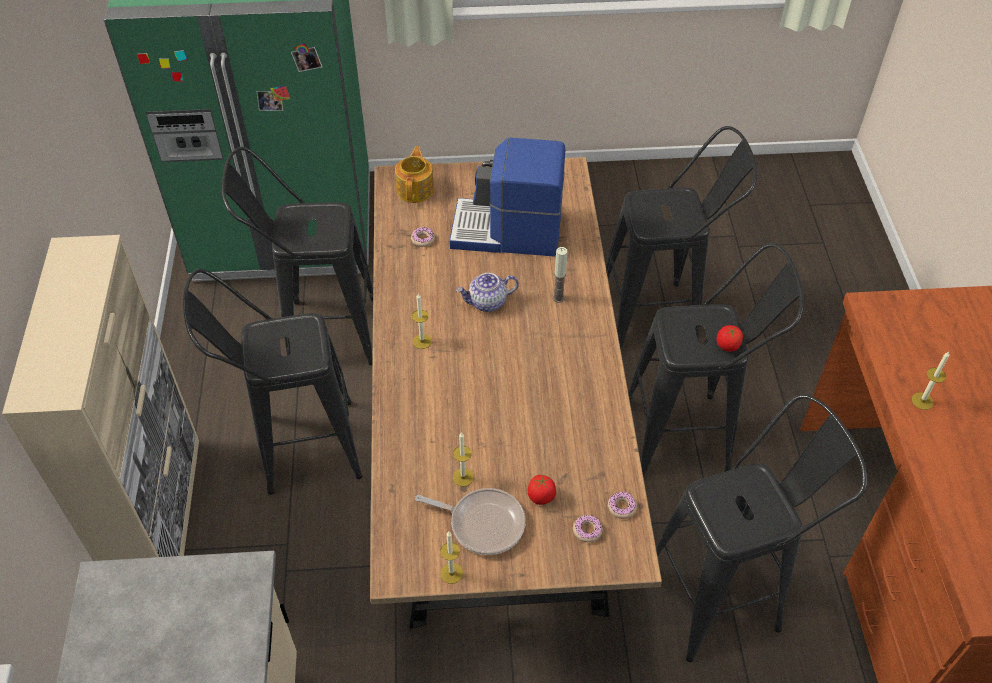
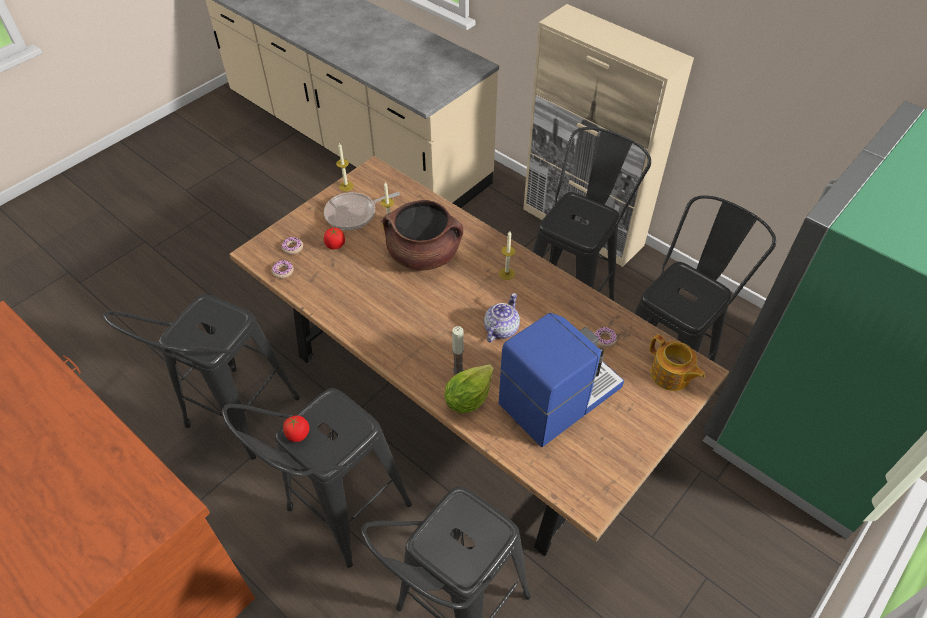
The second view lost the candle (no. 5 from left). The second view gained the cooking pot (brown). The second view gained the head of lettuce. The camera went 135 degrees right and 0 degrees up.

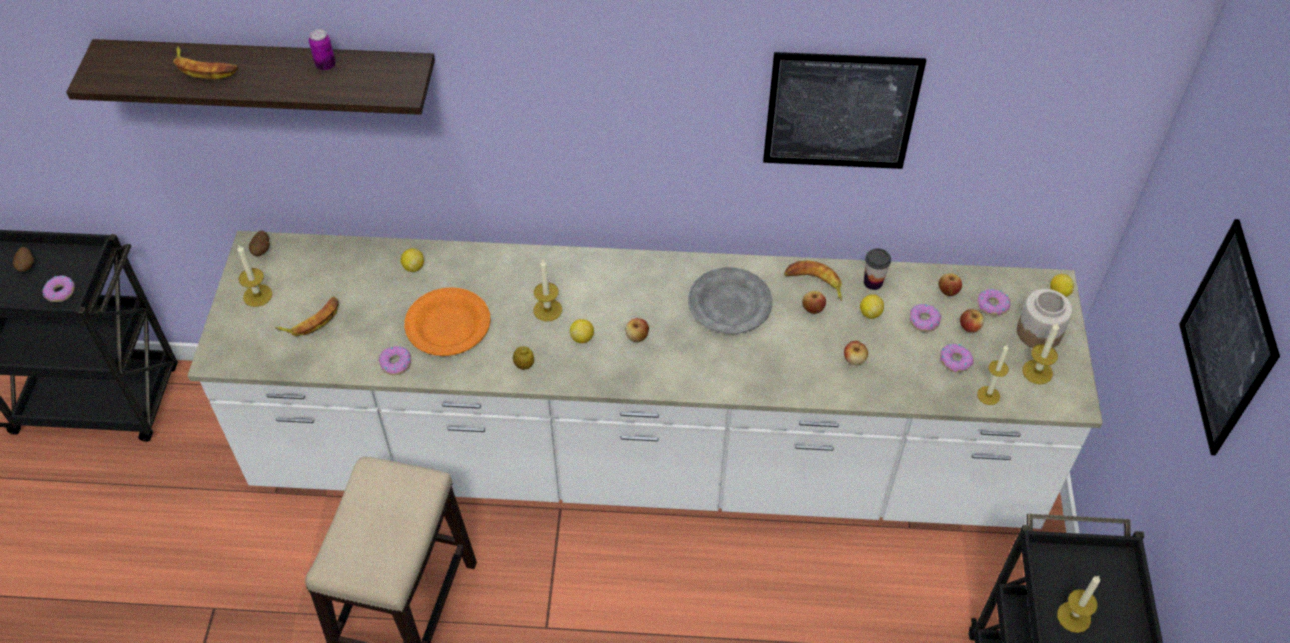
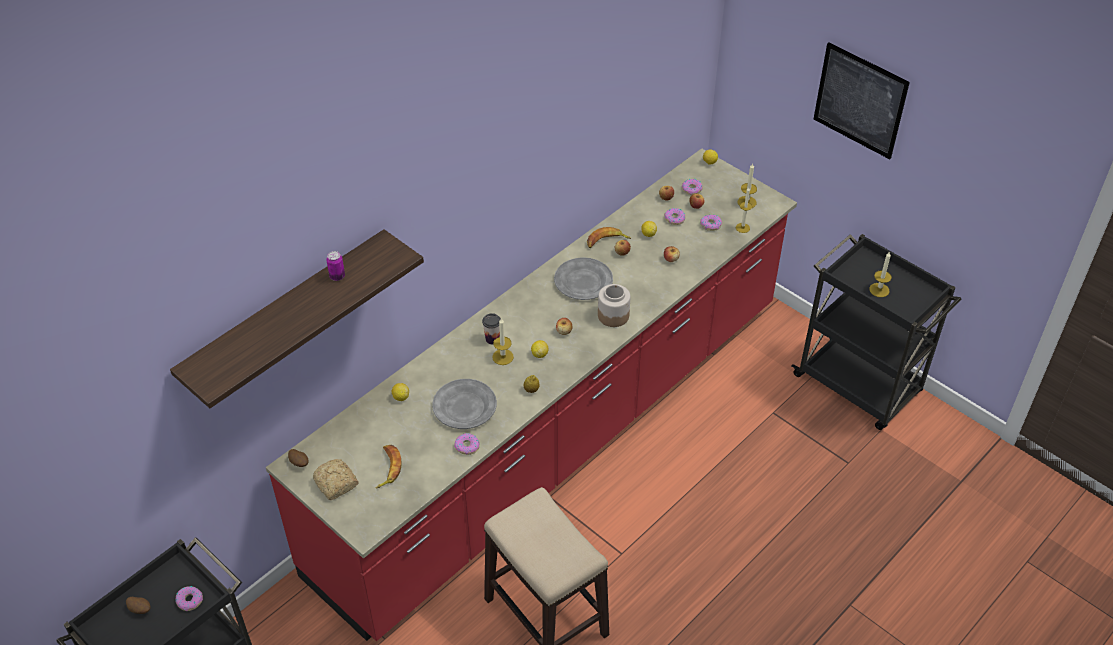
The second view lost the banana fruit (no. 1 from left). The second view lost the wall art (no. 1 from left). What was the counter (white-coloured) turned into the counter (red-coloured). Where the candle (no. 1 from left) stood, the baked bread came to stand. The cup ended up elsewhere. What was the plate (orange) turned into the plate (grey) (no. 1 from left). The preserve jar ended up elsewhere. The camera went 50 degrees left and 5 degrees down.

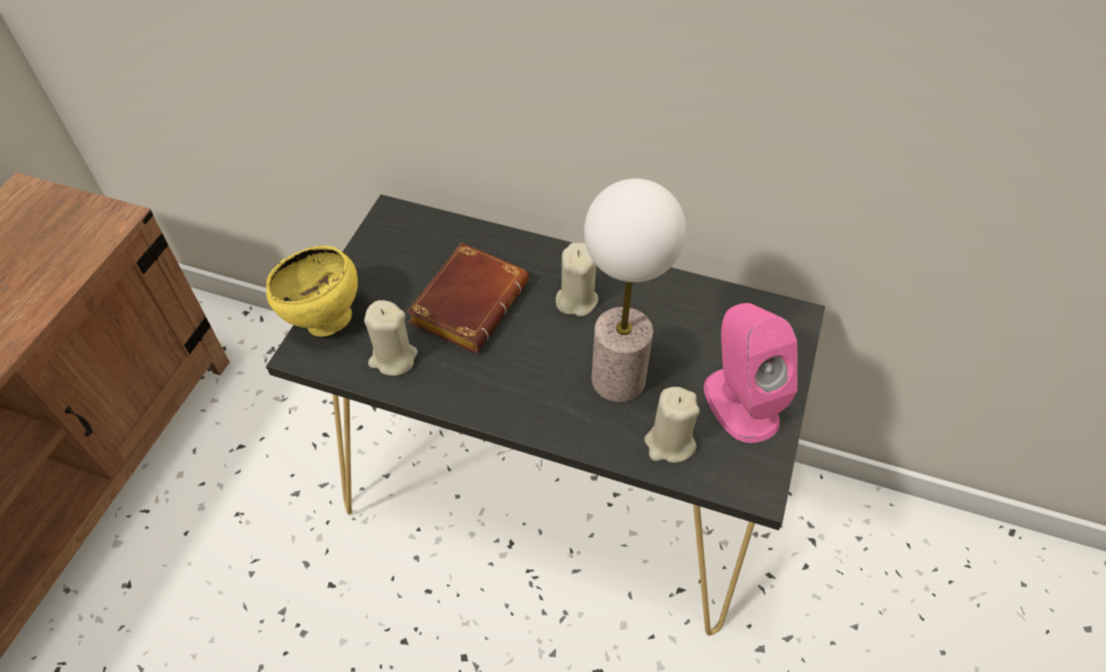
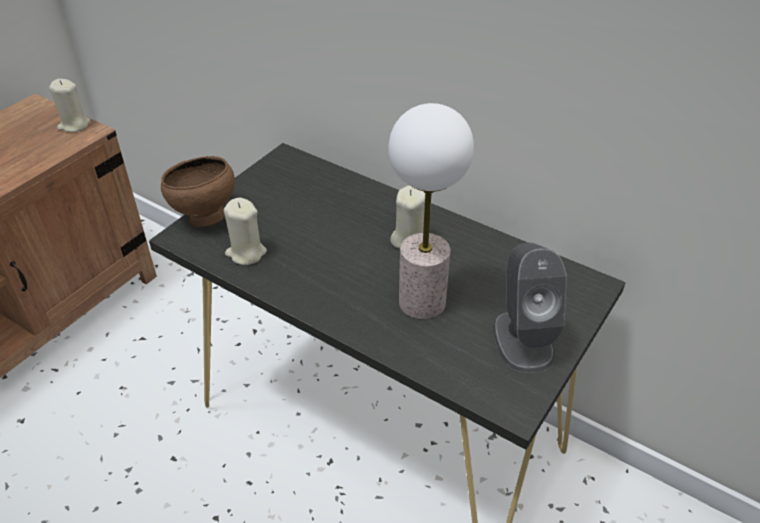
The second view lost the volume (brown). What was the deep dish (yellow-coloured) turned into the deep dish (brown). What was the speaker (pink) turned into the speaker (grey). The candle (beige-coloured) (no. 3 from left in the first image) ended up elsewhere. The camera went 15 degrees right and 10 degrees down.

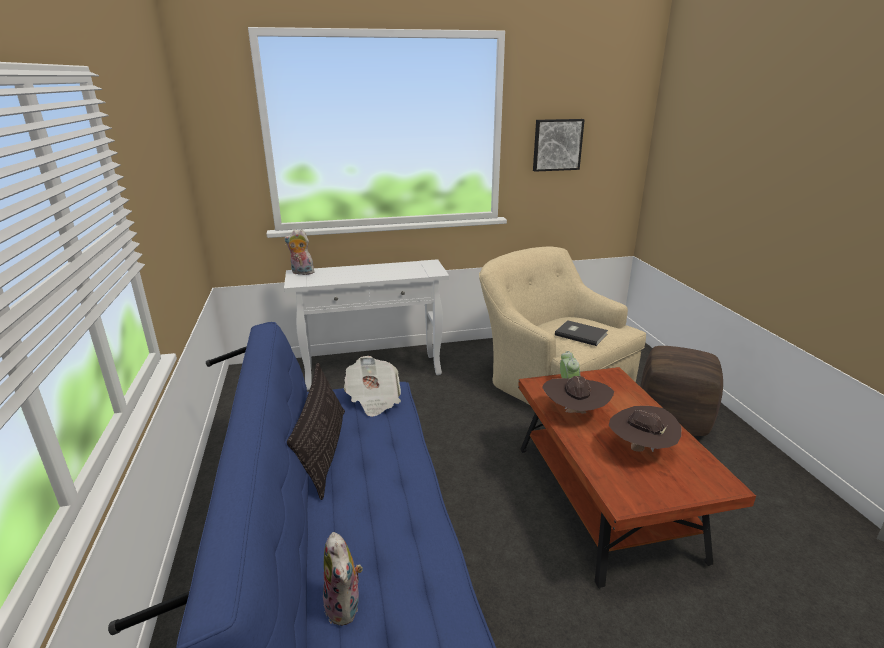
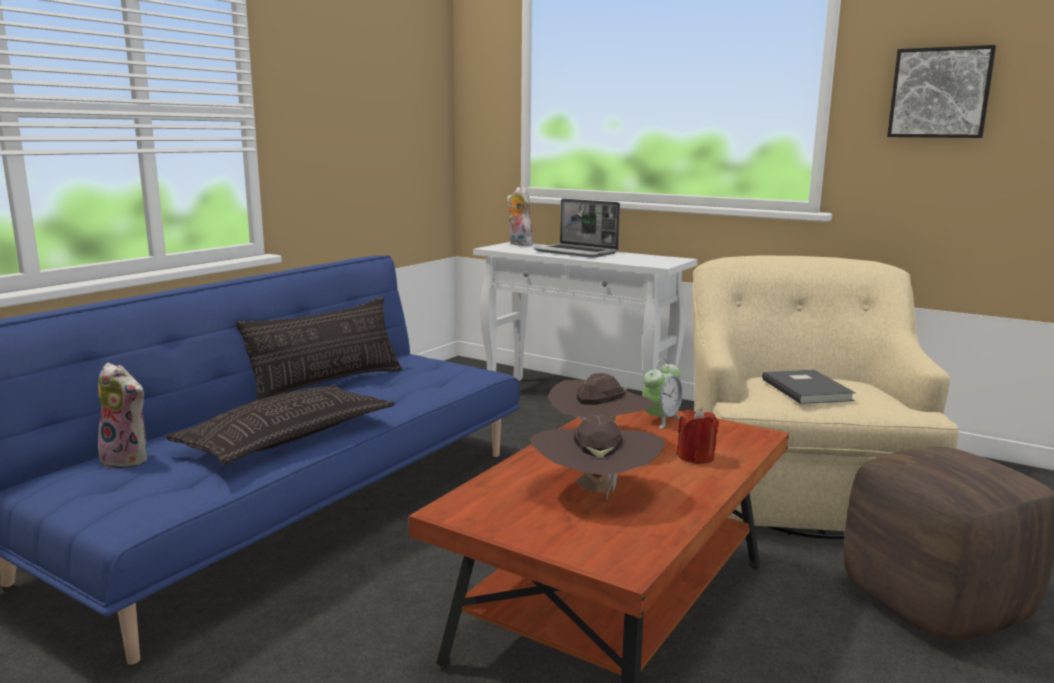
The second view lost the daily paper. The soft toy (no. 2 from left in the first image) ended up facing another way, 90 degrees counterclockwise from before. The second view gained the laptop. The second view gained the pillow (no. 1 from left). The second view gained the candle (red-coloured). The camera went 45 degrees right and 10 degrees down.

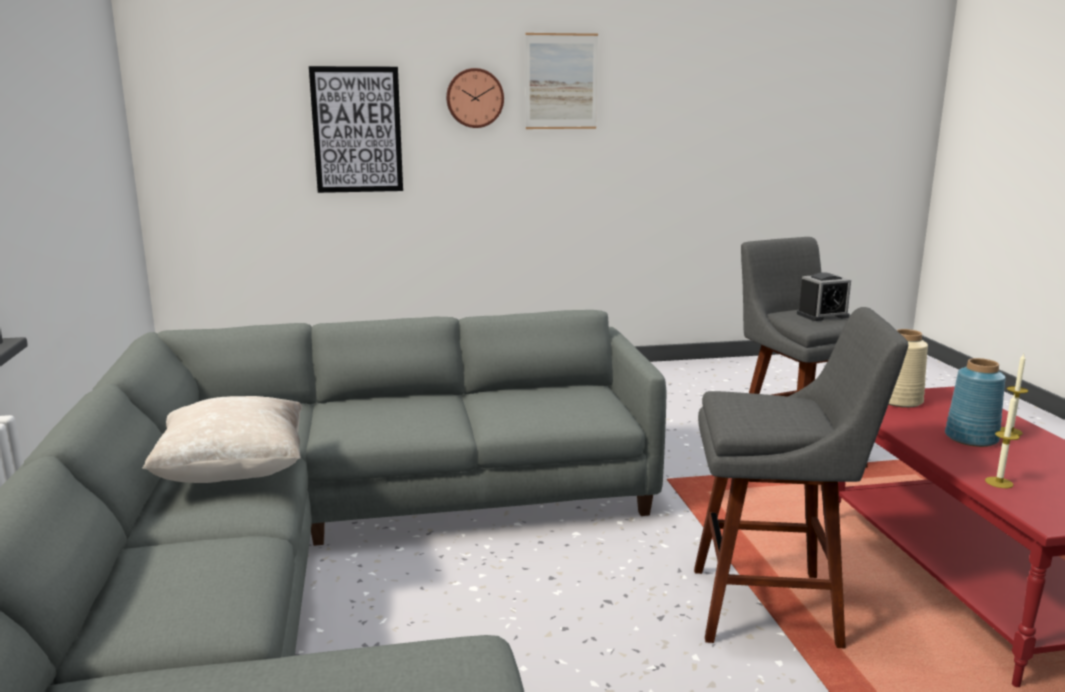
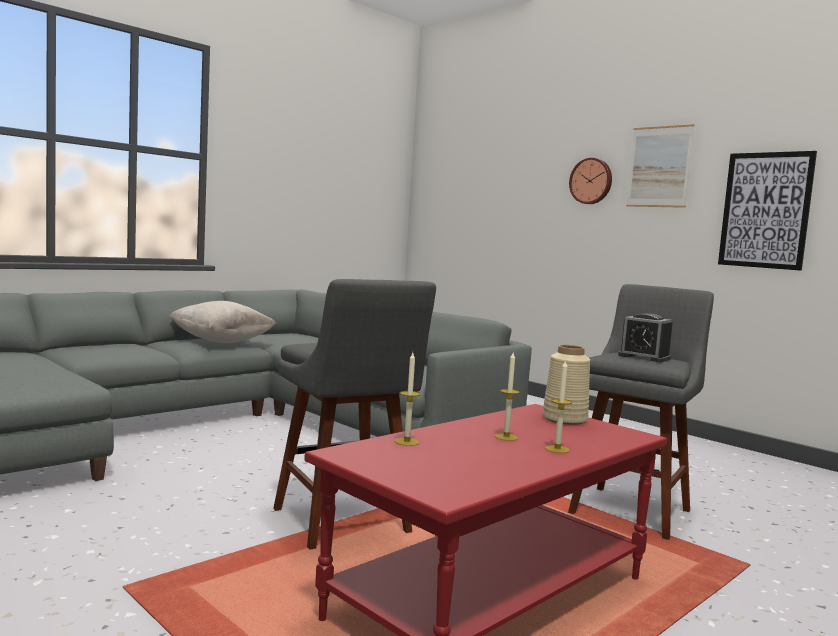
The wall art (no. 1 from left in the first image) ended up elsewhere. Where the flower vase (blue) stood, the candle (no. 2 from left) came to stand. The camera went 55 degrees right and 10 degrees down.

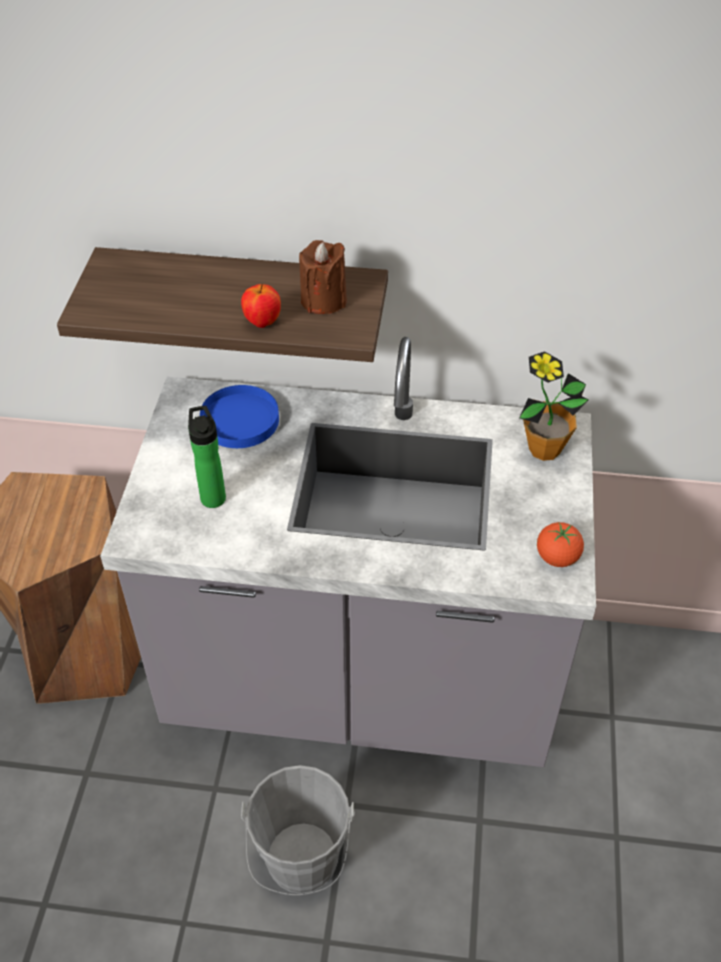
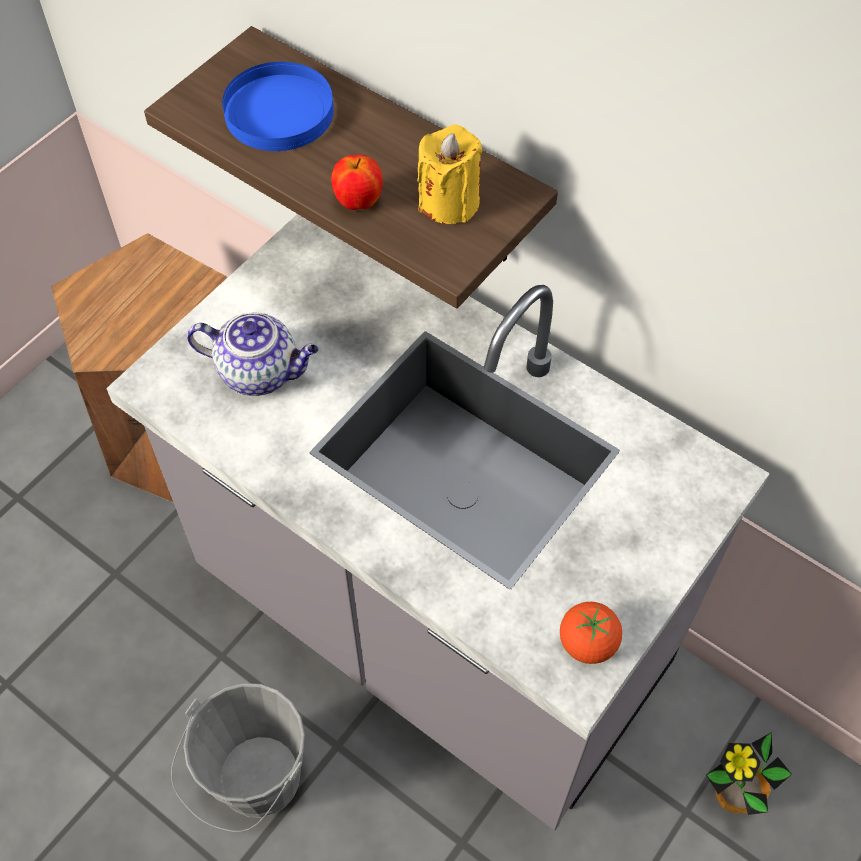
What was the candle (brown) turned into the candle (yellow-coloured). The plant in a pot ended up elsewhere. The plate (blue) ended up elsewhere. Where the beverage bottle stood, the teapot came to stand. The camera went 30 degrees right and 10 degrees up.

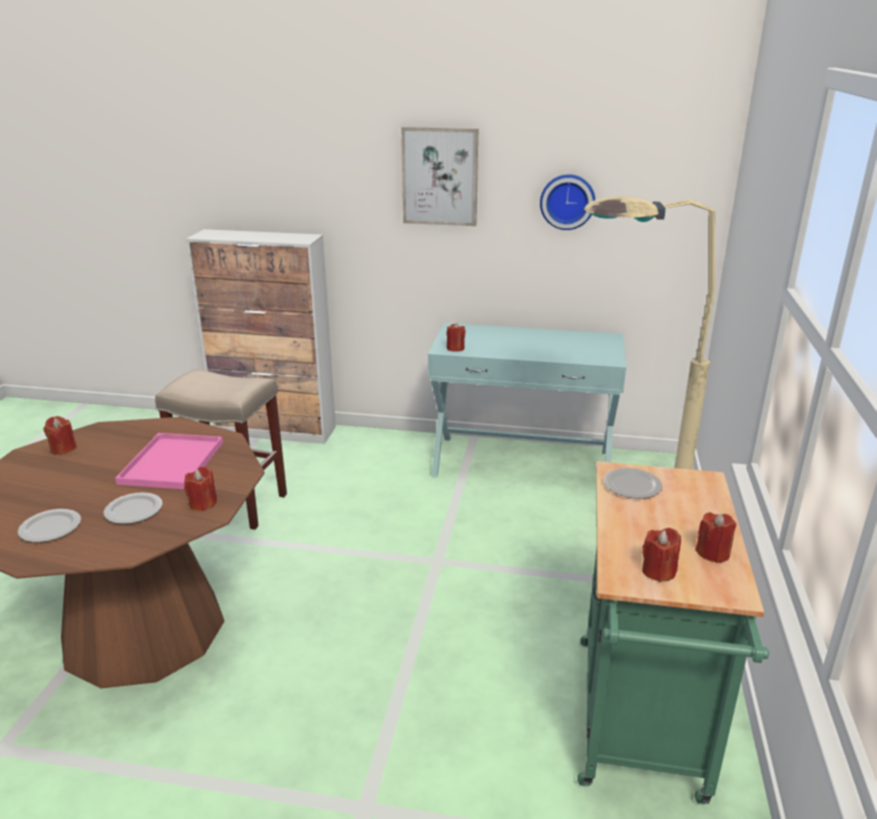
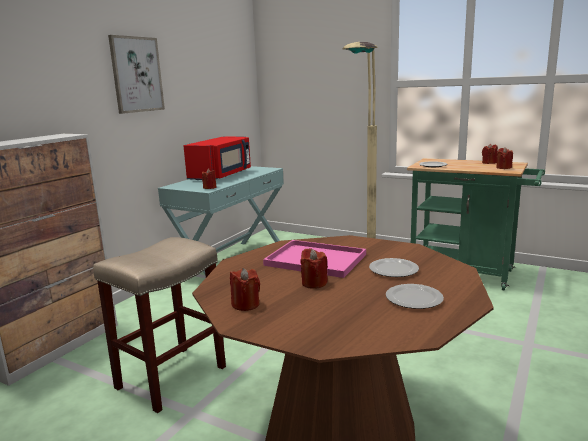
The second view lost the clock on the wall. The candle (red-coloured) (no. 2 from left in the first image) ended up elsewhere. The second view gained the microwave oven (red-coloured). The camera went 70 degrees left and 10 degrees down.

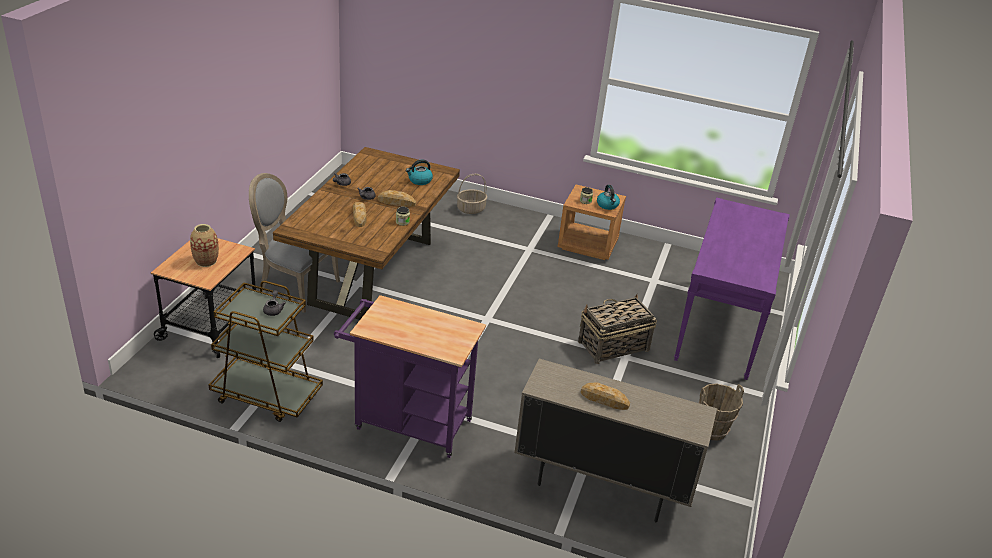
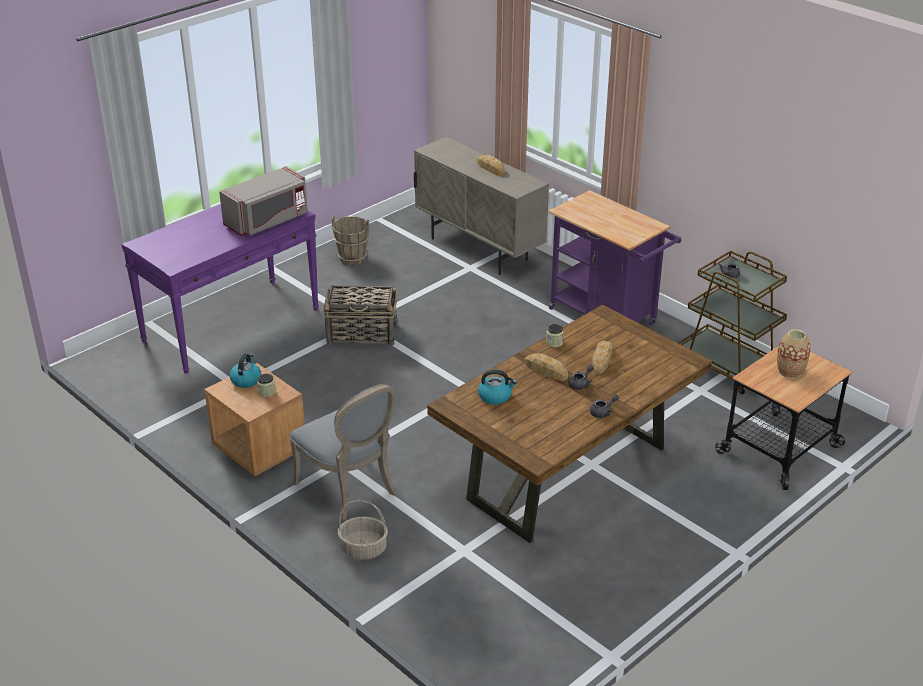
The upright chair (grey) ended up elsewhere. The second view gained the microwave oven (grey). The camera went 150 degrees left and 0 degrees up.

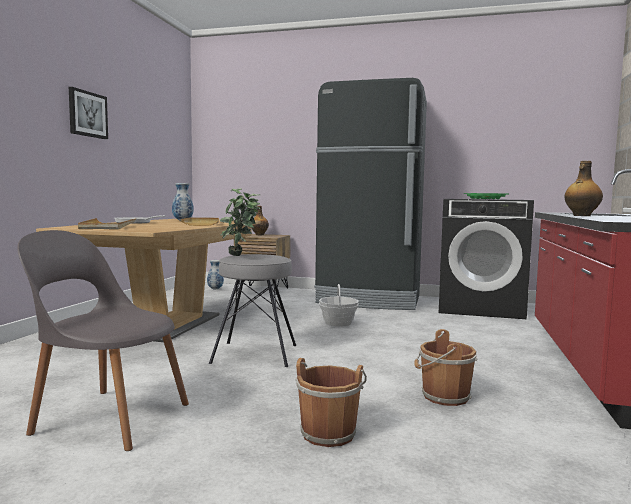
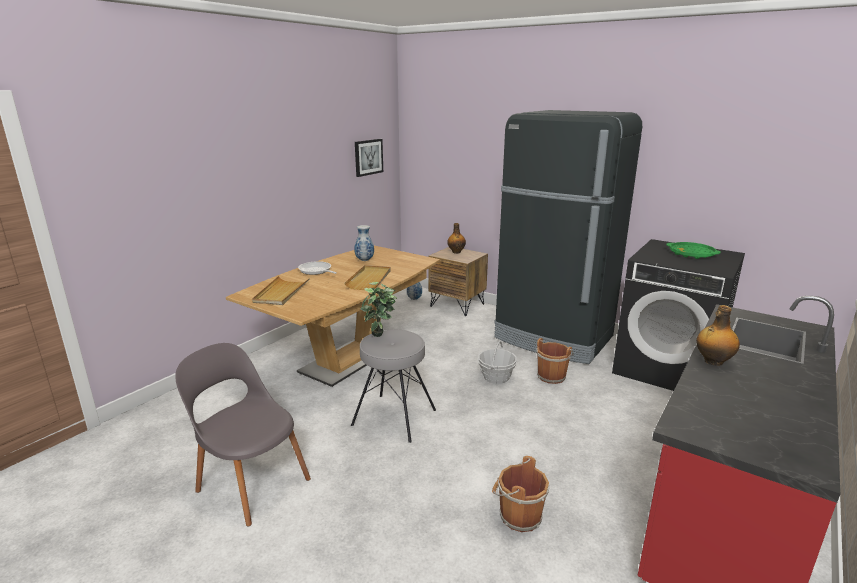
The wall art ended up elsewhere. The pail (brown) (no. 1 from left in the first image) ended up elsewhere. The camera went 20 degrees right and 15 degrees up.

